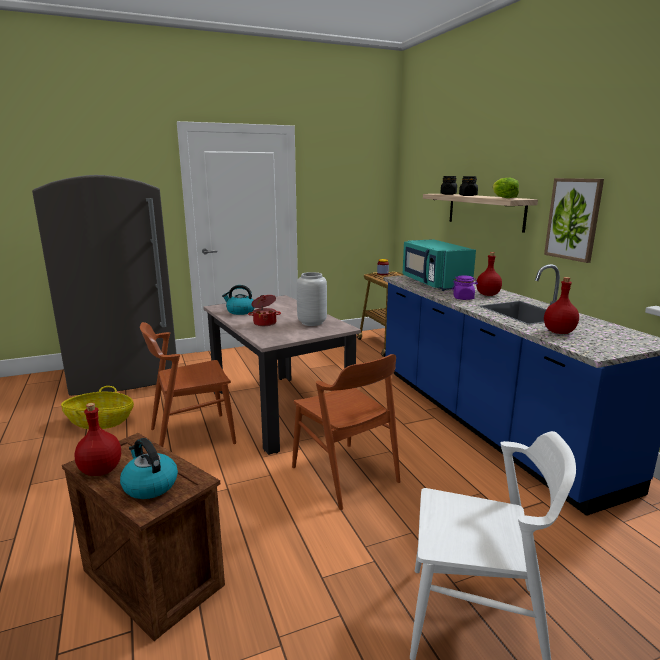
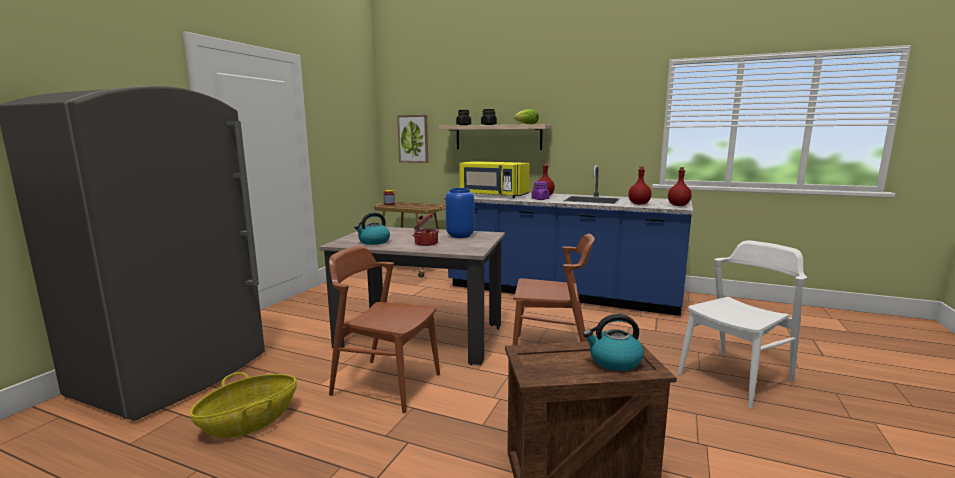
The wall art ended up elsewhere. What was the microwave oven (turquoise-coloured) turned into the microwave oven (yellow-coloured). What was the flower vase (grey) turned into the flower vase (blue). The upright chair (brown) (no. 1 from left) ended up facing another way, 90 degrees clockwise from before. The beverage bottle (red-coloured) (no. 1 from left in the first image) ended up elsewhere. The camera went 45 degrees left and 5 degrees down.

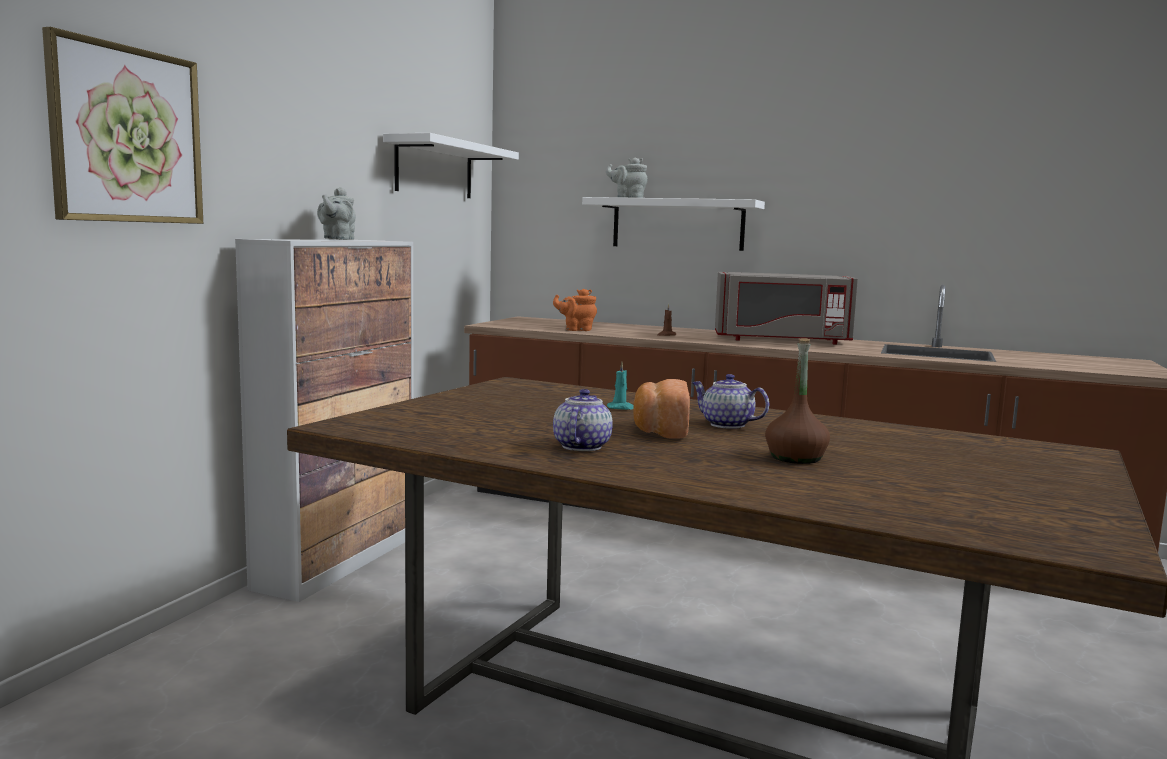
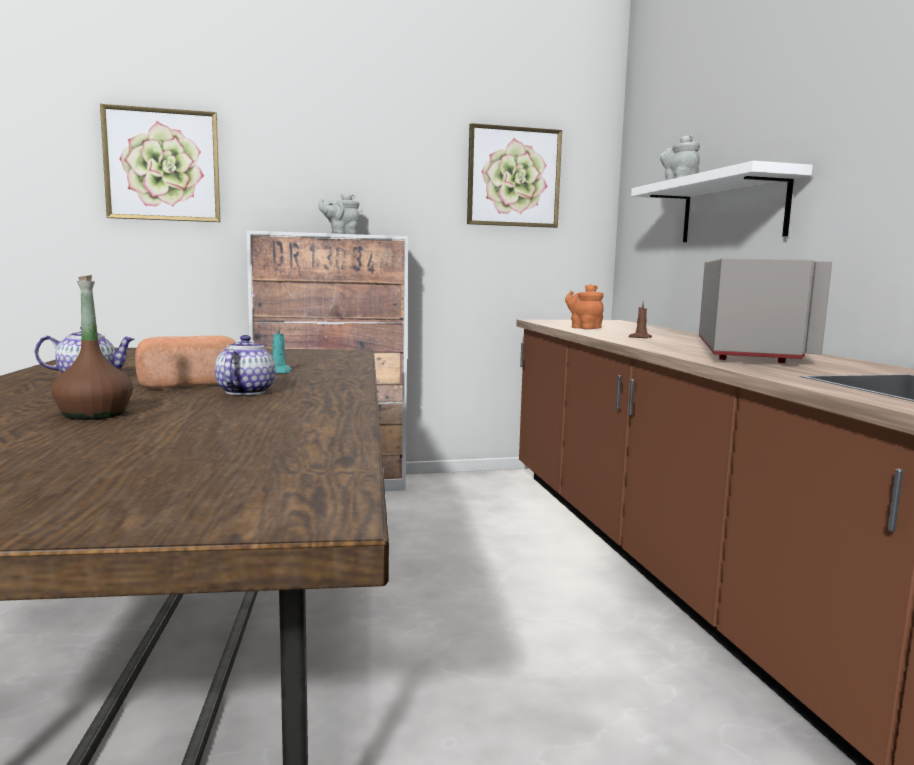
Where the shelf (white-coloured) (no. 1 from left) hung, the wall art (no. 2 from left) came to hang. The microwave oven (grey) ended up facing another way, 135 degrees counterclockwise from before. The camera went 55 degrees right and 0 degrees up.

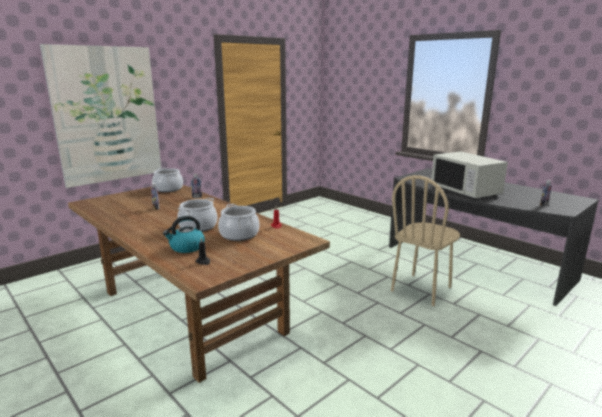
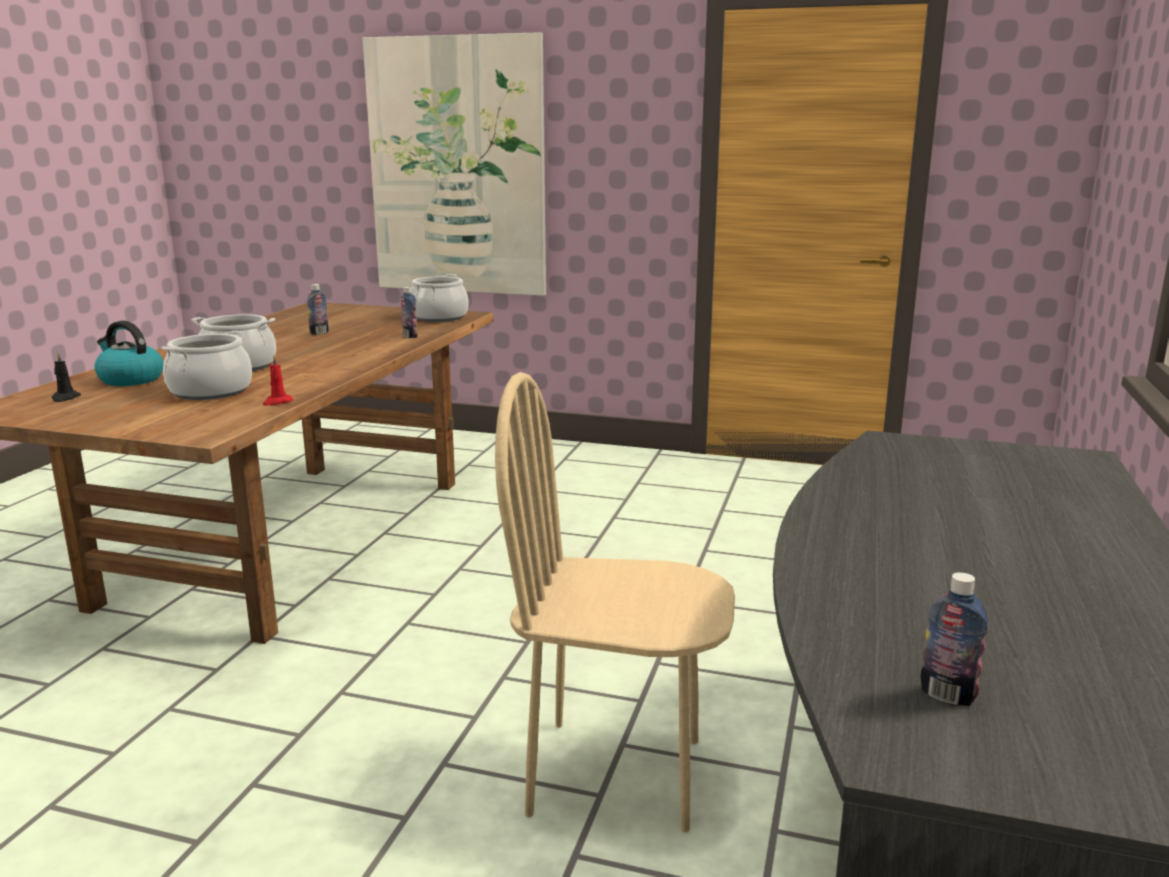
The second view lost the microwave oven (white-coloured). The camera went 60 degrees right and 0 degrees up.

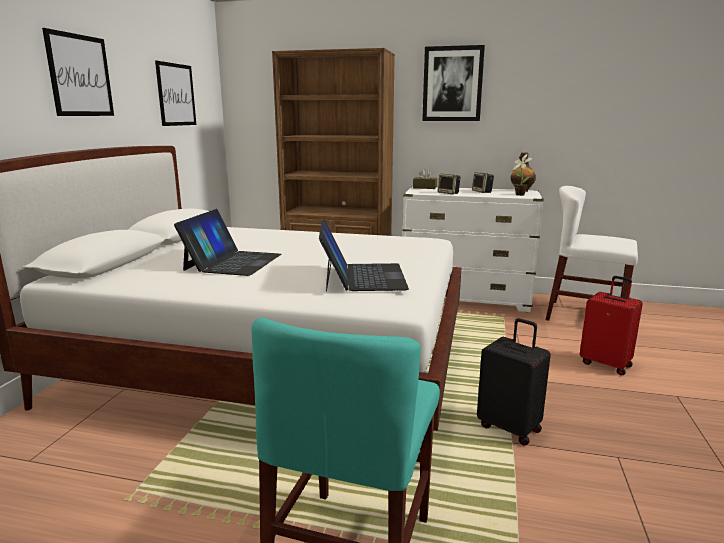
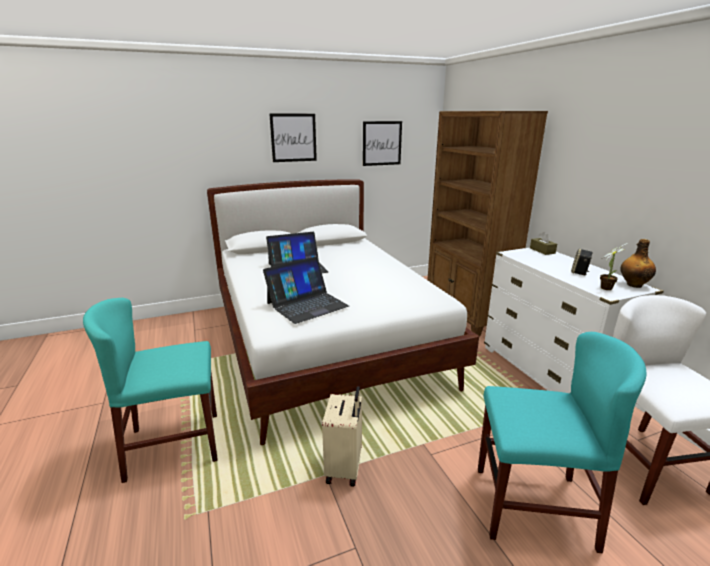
The second view lost the wall art (no. 3 from left). The second view lost the speaker (no. 1 from left). Where the piece of luggage (red-coloured) stood, the upright chair (turquoise-coloured) (no. 2 from left) came to stand. What was the piece of luggage (black) turned into the piece of luggage (beige-coloured). The camera went 55 degrees right and 5 degrees up.

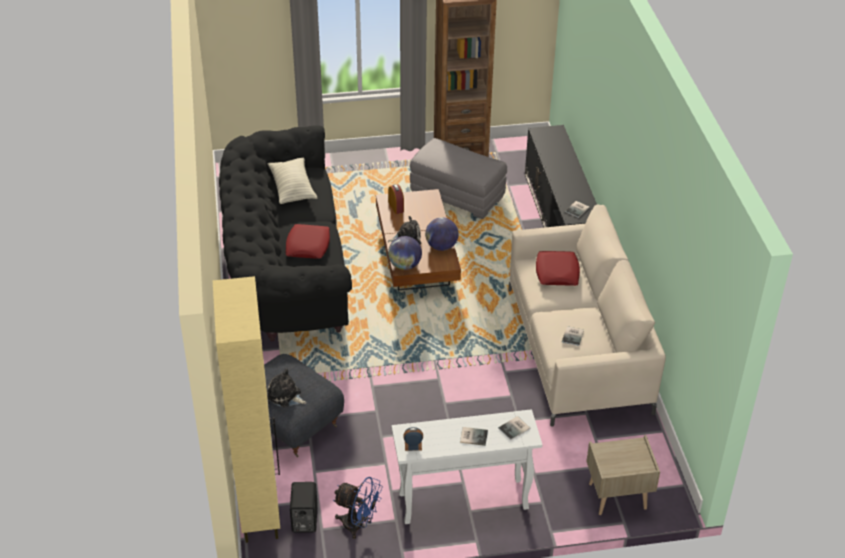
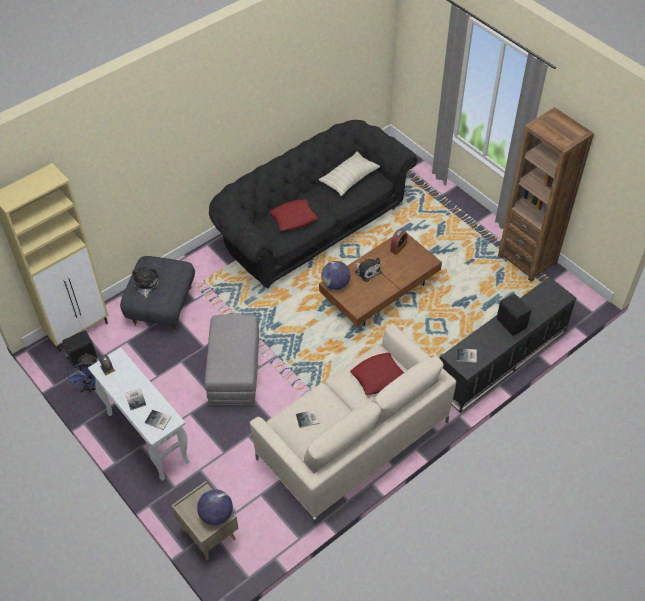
The pouffe (grey) (no. 2 from left) ended up elsewhere. The world globe (no. 2 from left in the first image) ended up elsewhere. The second view gained the speaker (black) (no. 2 from left). The camera went 60 degrees right and 10 degrees up.

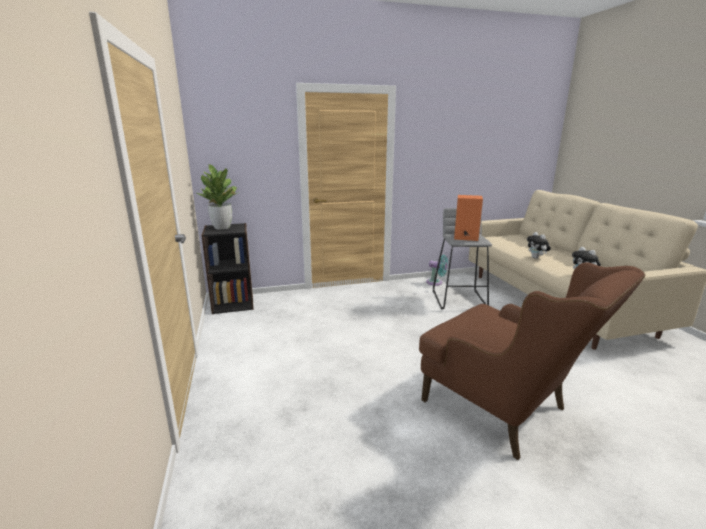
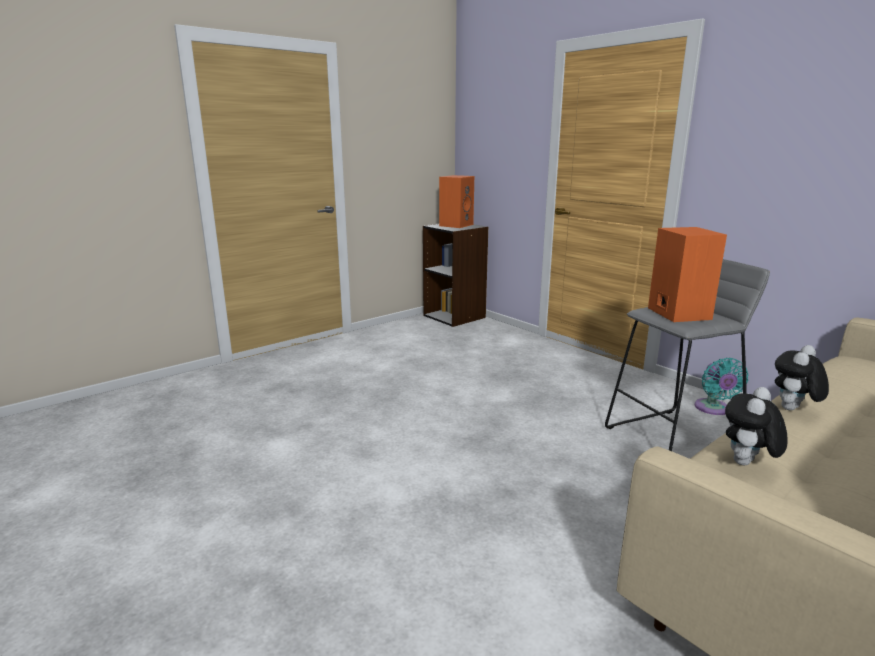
Where the plant in a pot stood, the speaker (orange) (no. 1 from left) came to stand. The second view lost the lounge chair (brown). The camera went 65 degrees right and 0 degrees up.

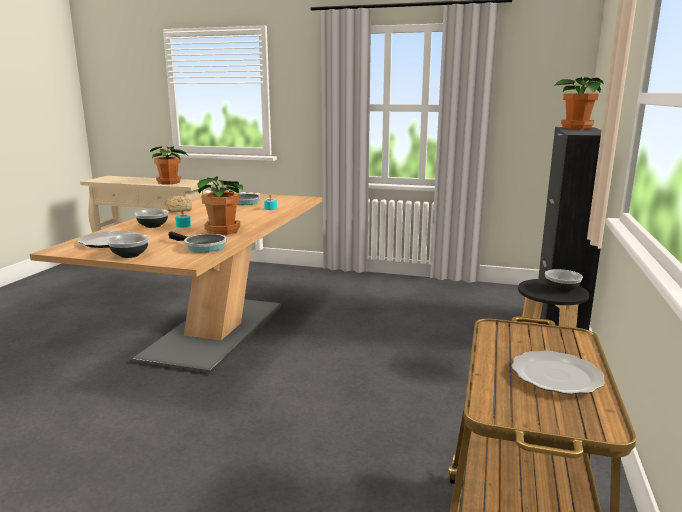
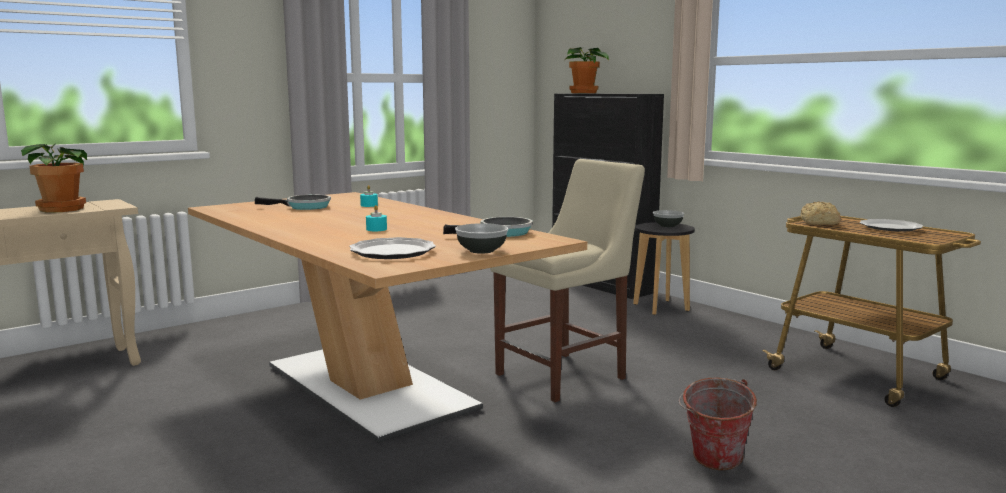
The second view lost the plant in a pot (no. 2 from left). The baked bread ended up elsewhere. The second view lost the deep dish (no. 2 from left). The second view gained the upright chair (beige-coloured). The second view gained the pail. The camera went 55 degrees left and 5 degrees down.

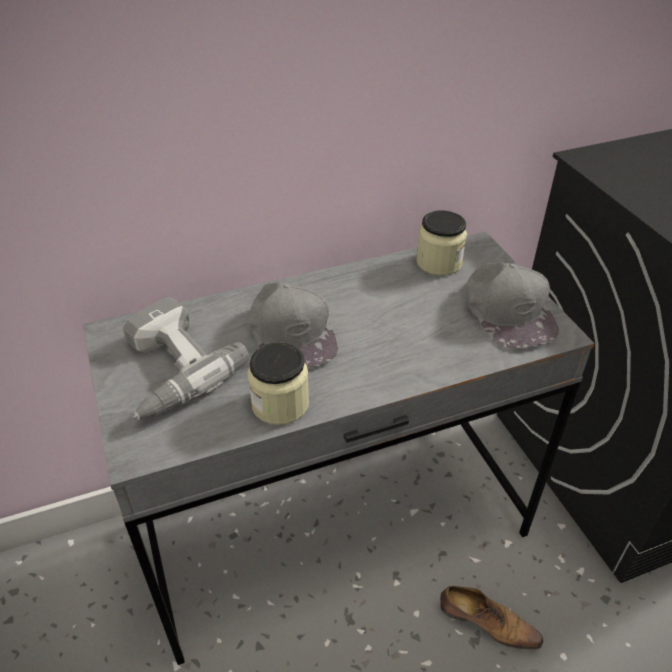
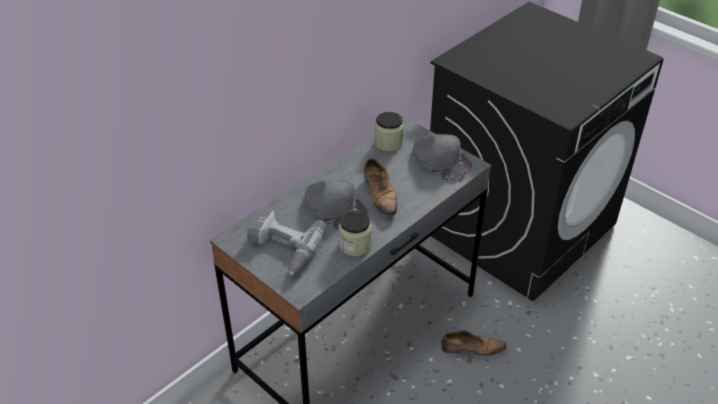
The second view gained the low shoe (no. 1 from left). The camera went 25 degrees left and 0 degrees up.

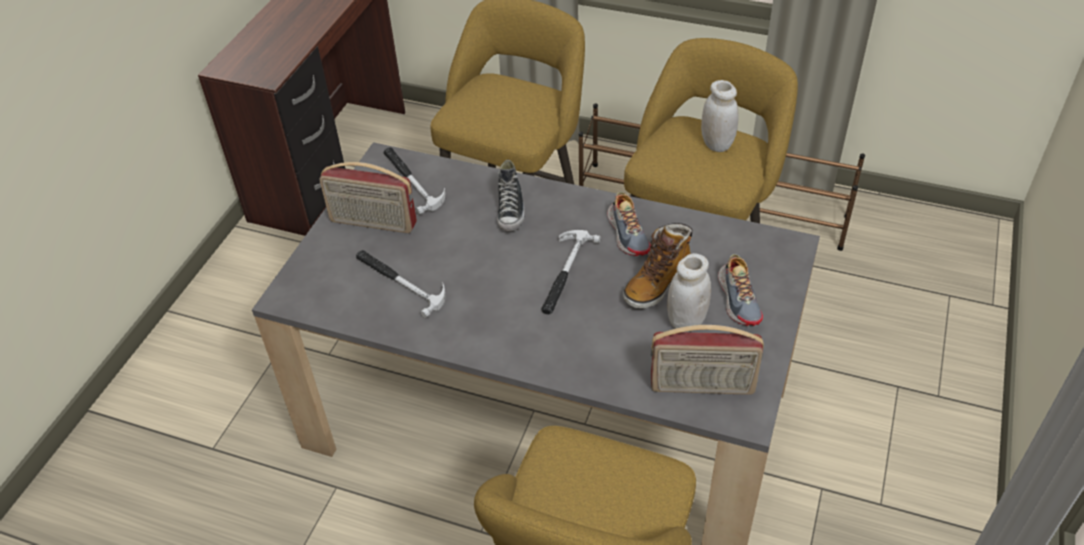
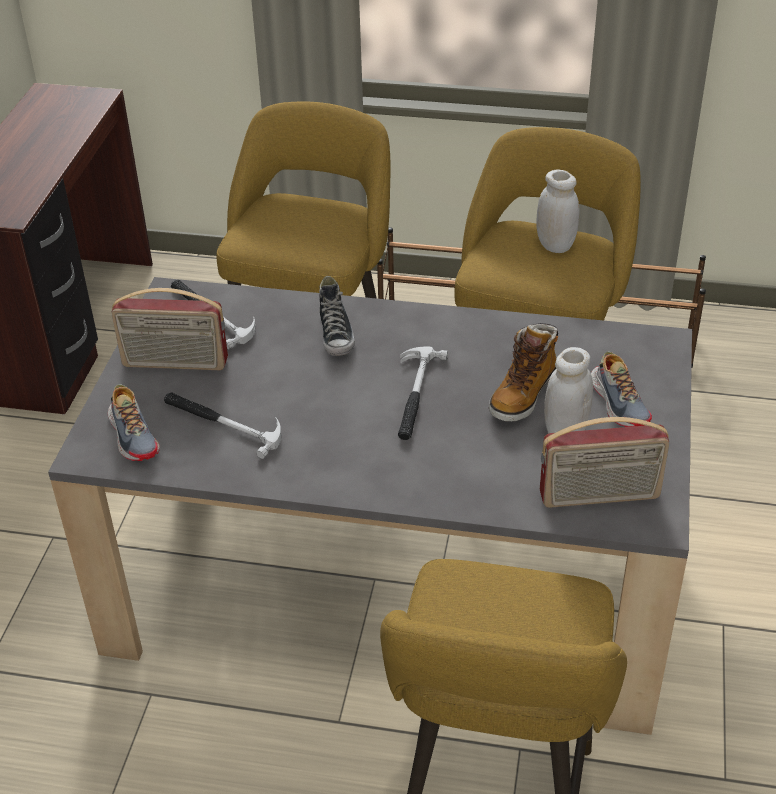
The low shoe (no. 2 from left in the first image) ended up elsewhere. The camera went 10 degrees left and 5 degrees down.

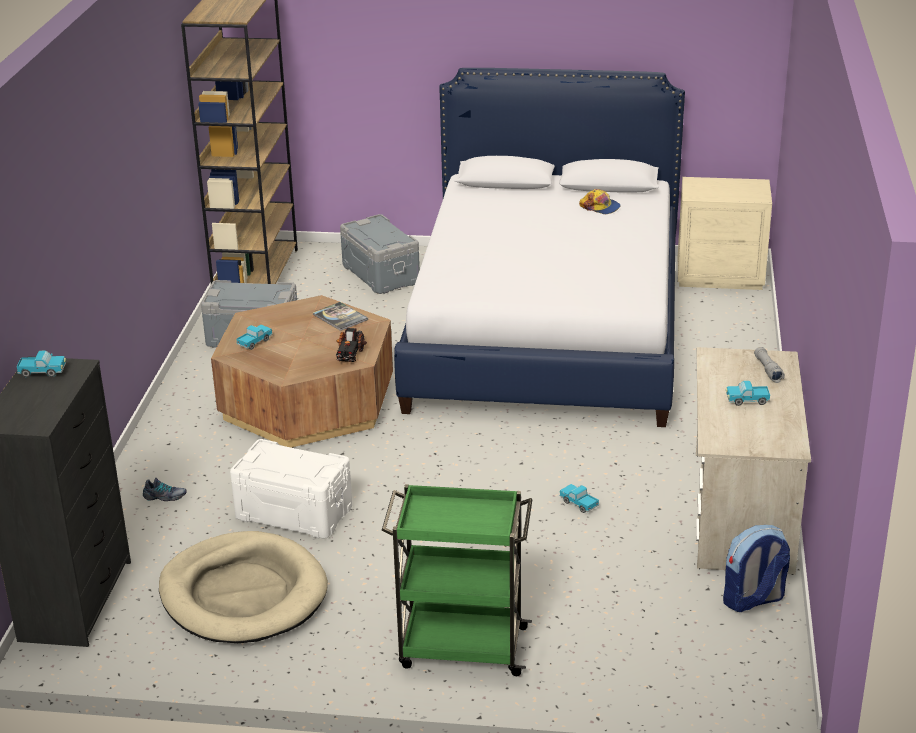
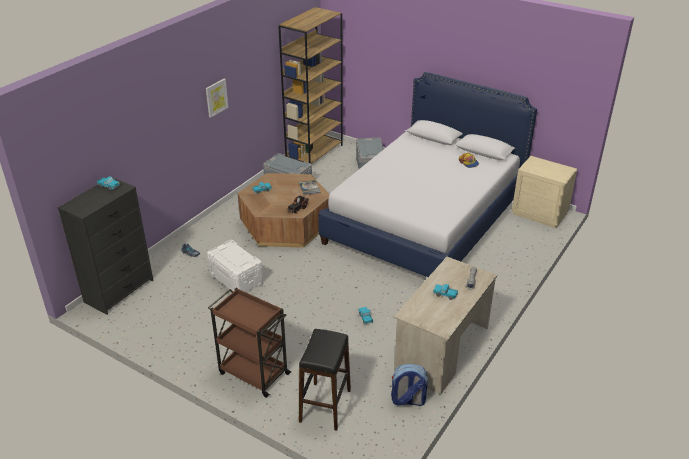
What was the wheeled cart (green) turned into the wheeled cart (brown). The second view lost the dog cushion (beige-coloured). The second view gained the wall art. The second view gained the sitting stool (black). The camera went 25 degrees right and 5 degrees up.

